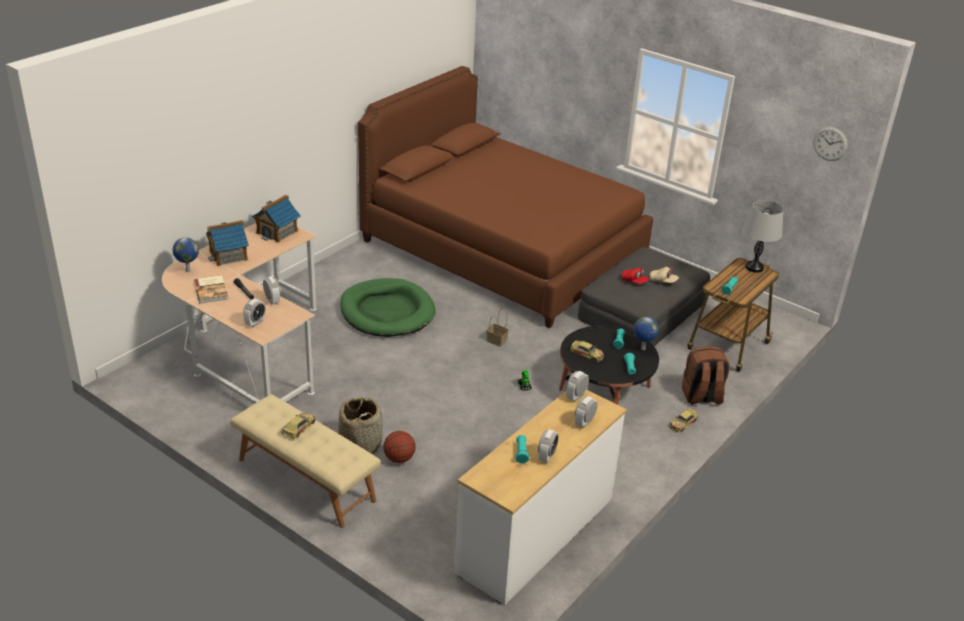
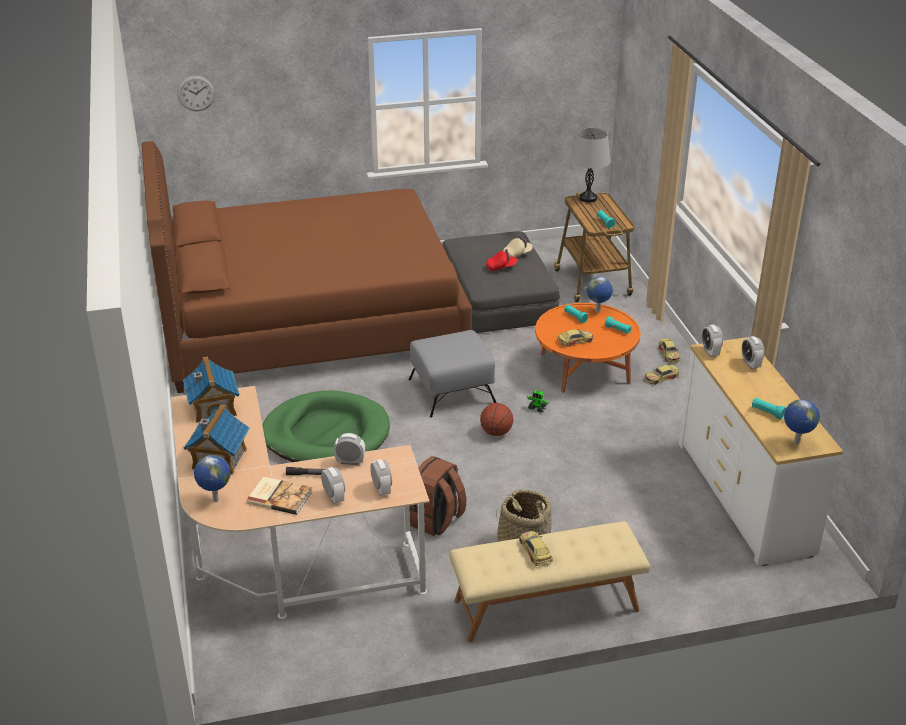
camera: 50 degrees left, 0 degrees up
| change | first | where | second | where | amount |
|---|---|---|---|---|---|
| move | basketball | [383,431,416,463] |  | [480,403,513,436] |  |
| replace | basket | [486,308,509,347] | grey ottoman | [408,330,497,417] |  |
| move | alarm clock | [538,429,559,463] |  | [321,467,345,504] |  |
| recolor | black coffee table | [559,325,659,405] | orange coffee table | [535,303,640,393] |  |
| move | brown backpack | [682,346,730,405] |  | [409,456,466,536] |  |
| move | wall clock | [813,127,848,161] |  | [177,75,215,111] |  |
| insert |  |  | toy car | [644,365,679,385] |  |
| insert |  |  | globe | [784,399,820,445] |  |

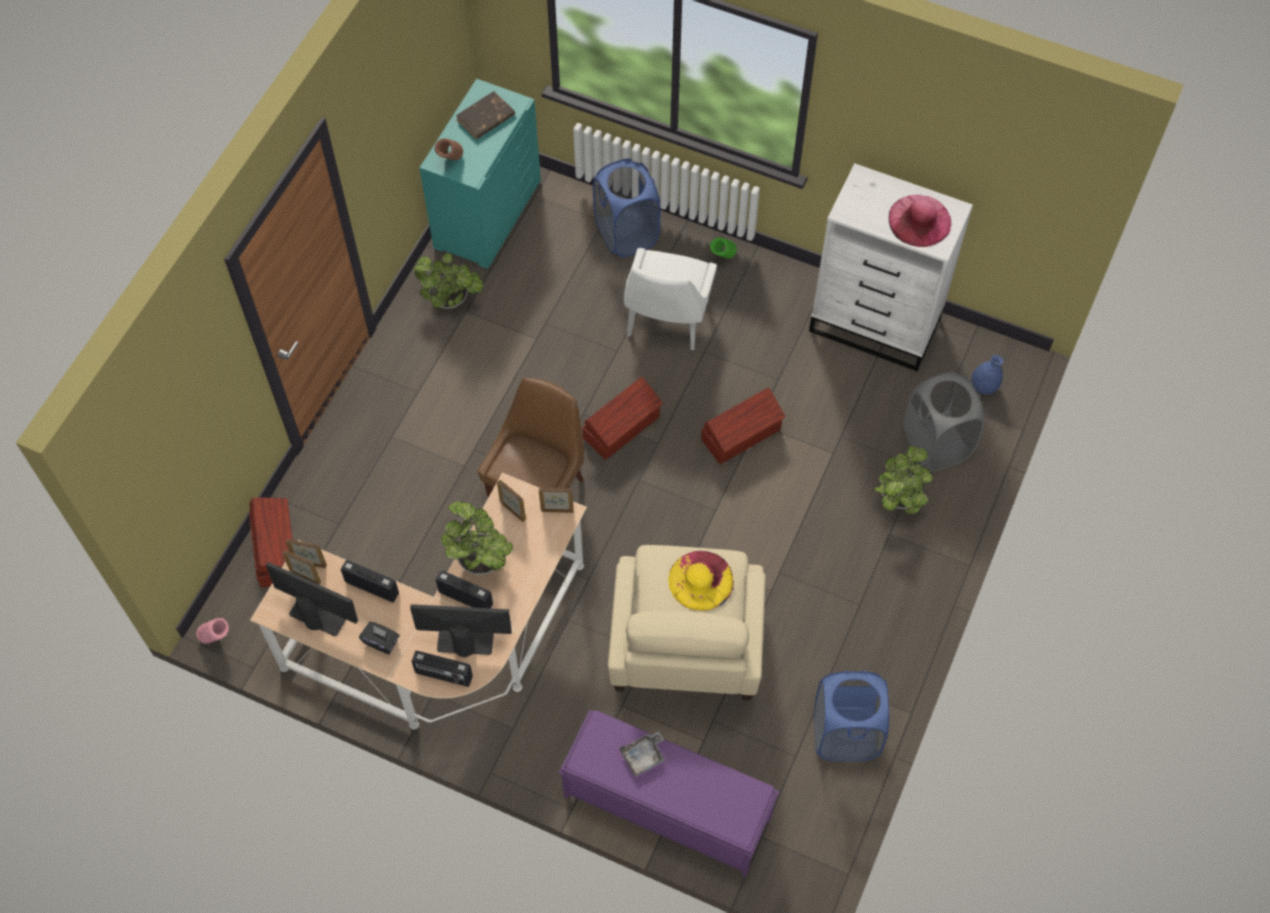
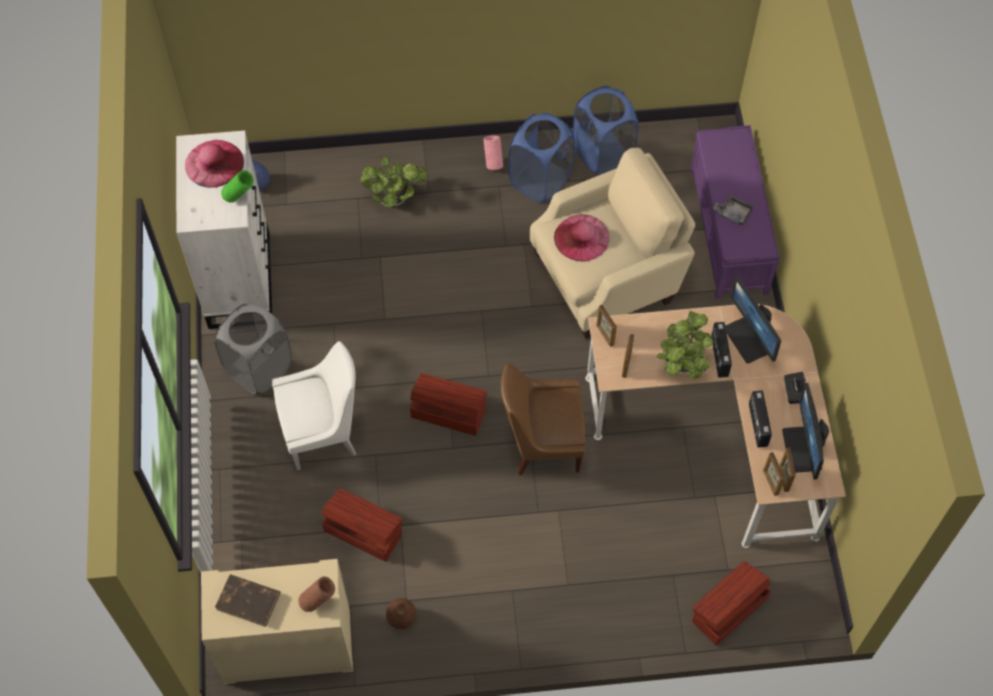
camera: 120 degrees left, 0 degrees up
| change | first | where | second | where | amount |
|---|---|---|---|---|---|
| move | pink vase | [196,618,229,644] |  | [483,135,503,170] |  |
| delete | radio | [412,651,473,687] |  |  |  |
| replace | potted plant | [413,253,483,309] | brown vase | [386,598,416,629] |  |
| recolor | turquoise dresser | [420,79,541,268] | beige dresser | [201,559,353,684] |  |
| move | blue laundry basket | [593,159,660,257] |  | [508,112,575,202] |  |
| recolor | yellow hat | [668,551,733,611] | pink hat | [554,214,610,262] |  |
| move | brown storage box | [701,387,786,464] |  | [322,488,403,562] |  |
| move | green vase | [710,237,737,259] |  | [221,170,254,203] |  |
| move | grey laundry basket | [904,372,985,471] |  | [215,303,292,394] |  |

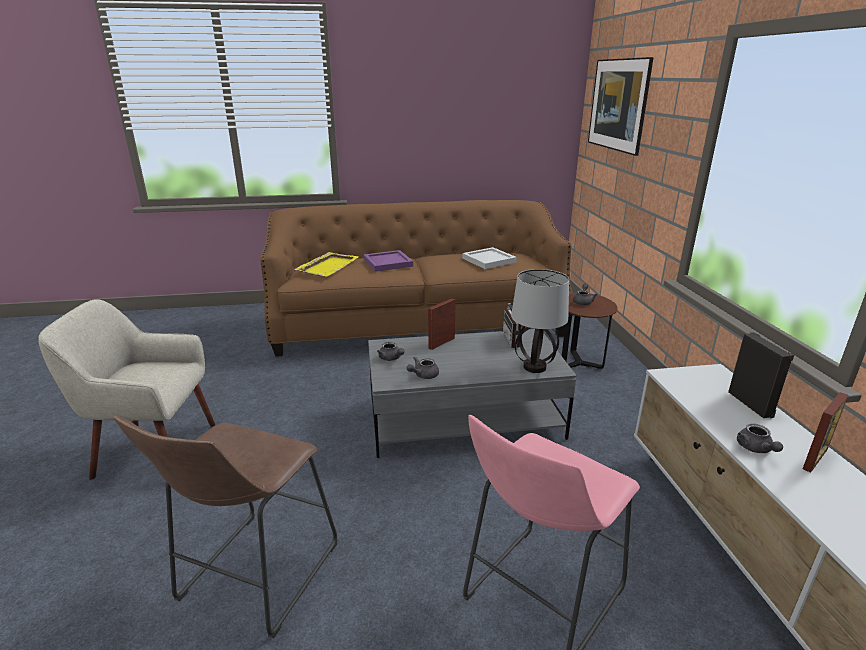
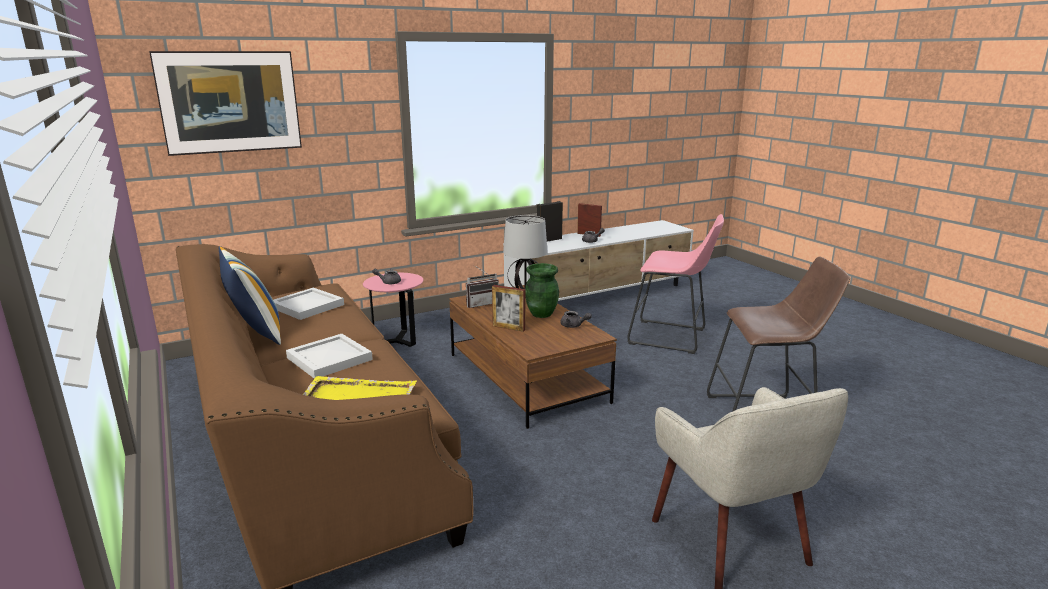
camera: 110 degrees left, 5 degrees down
| change | first | where | second | where | amount |
|---|---|---|---|---|---|
| recolor | purple tray | [364,250,413,272] | white tray | [286,334,373,379] |  |
| recolor | grey coffee table | [368,329,577,458] | brown coffee table | [449,285,617,429] |  |
| delete | grey teapot | [377,342,405,361] |  |  |  |
| recolor | brown side table | [562,293,617,369] | pink side table | [363,273,423,347] |  |
| insert |  |  | pillow | [219,246,281,345] |  |
| insert |  |  | green vase | [525,263,559,318] |  |

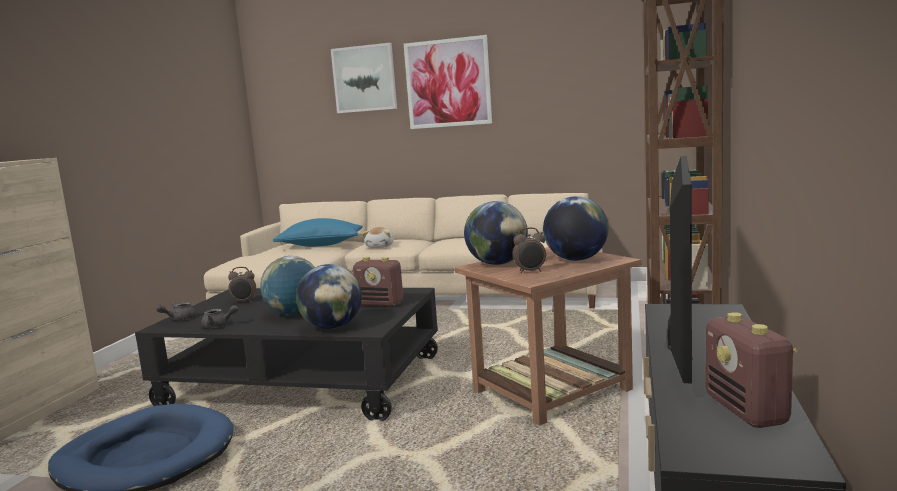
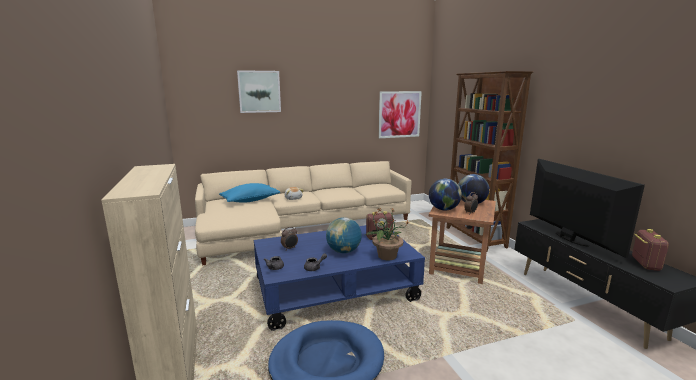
camera: 35 degrees left, 5 degrees up
| change | first | where | second | where | amount |
|---|---|---|---|---|---|
| recolor | black coffee table | [135,288,438,421] | blue coffee table | [254,225,425,331] |  |
| replace | globe | [296,264,362,329] | potted plant | [365,208,410,260] |  |
| move | picture | [404,35,492,129] |  | [379,91,422,138] |  |
| rotate | radio | [706,312,797,428] |  | [632,229,669,271] | 120 degrees counterclockwise |

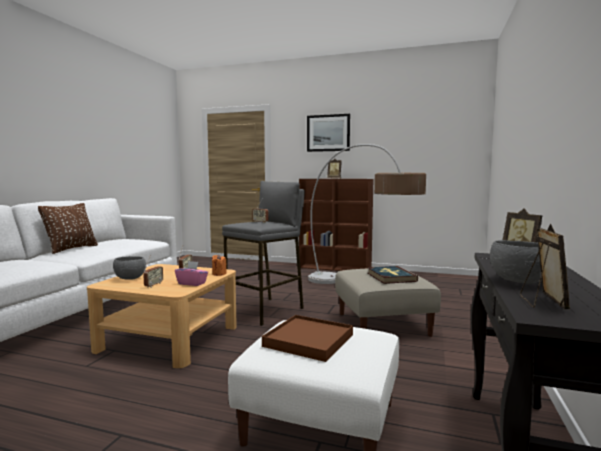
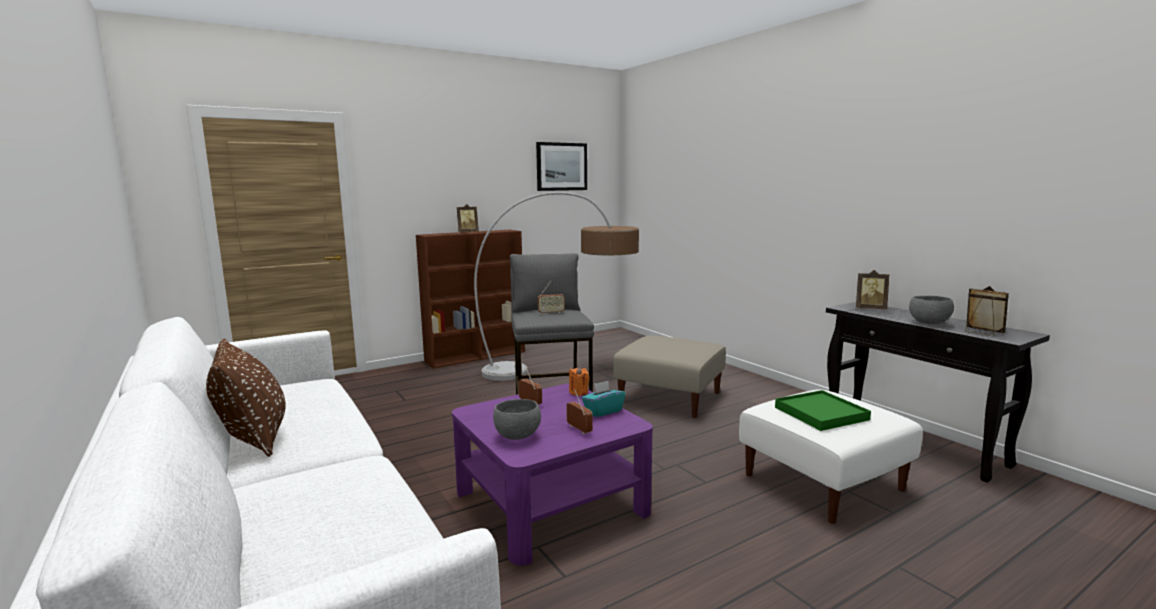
camera: 50 degrees left, 5 degrees up
| change | first | where | second | where | amount |
|---|---|---|---|---|---|
| recolor | beige coffee table | [87,264,237,368] | purple coffee table | [452,383,653,566] |  |
| recolor | pink tissue box | [175,261,208,286] | turquoise tissue box | [582,381,625,417] |  |
| recolor | brown tray | [262,315,353,362] | green tray | [775,390,871,431] |  |
| move | picture | [307,114,350,152] |  | [536,142,587,191] |  |
| delete | book | [367,266,418,284] |  |  |  |

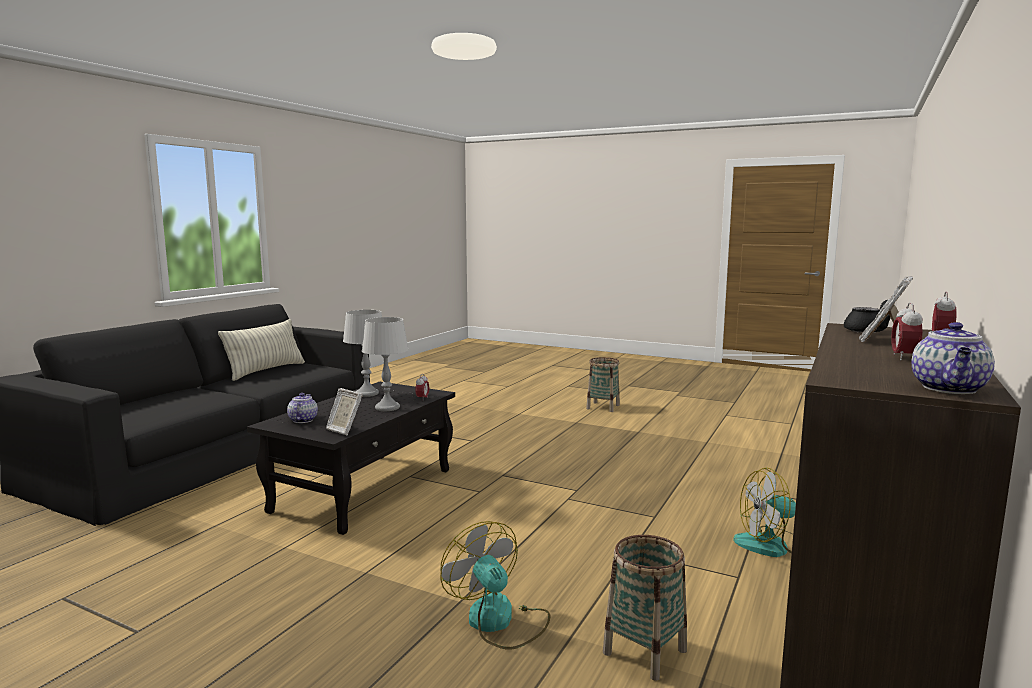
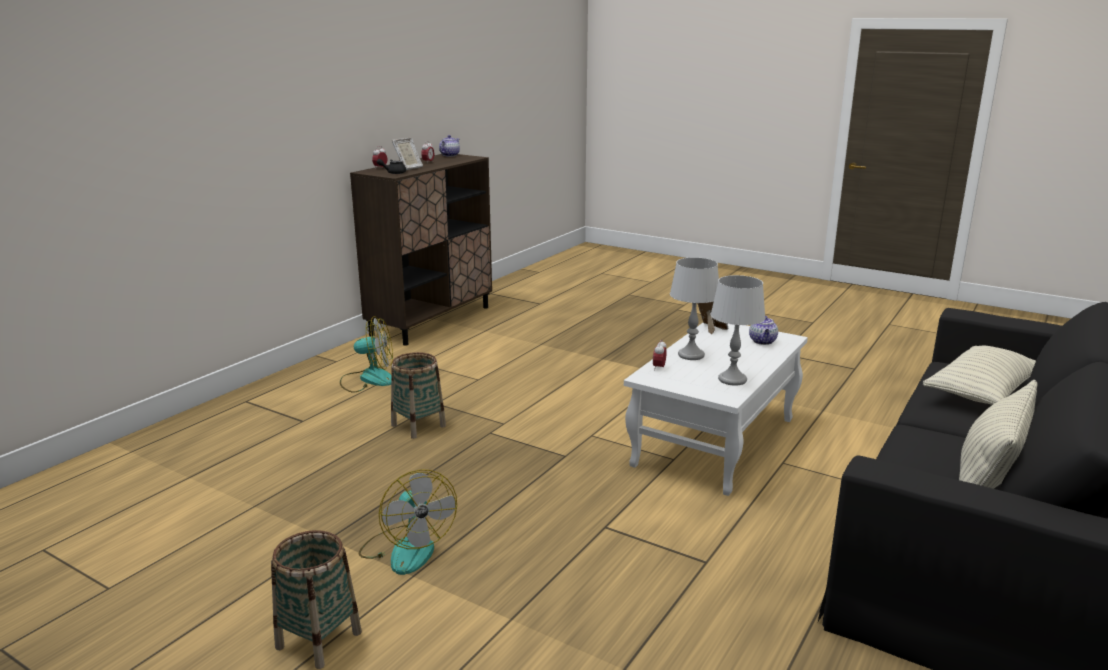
camera: 175 degrees left, 10 degrees up
| change | first | where | second | where | amount |
|---|---|---|---|---|---|
| recolor | black coffee table | [247,382,455,535] | white coffee table | [624,322,808,496] |  |
| move | fan | [440,521,550,650] |  | [359,469,457,575] |  |
| move | basket | [603,535,687,681] |  | [391,352,446,439] |  |
| insert |  |  | pillow | [923,345,1036,405] |  |

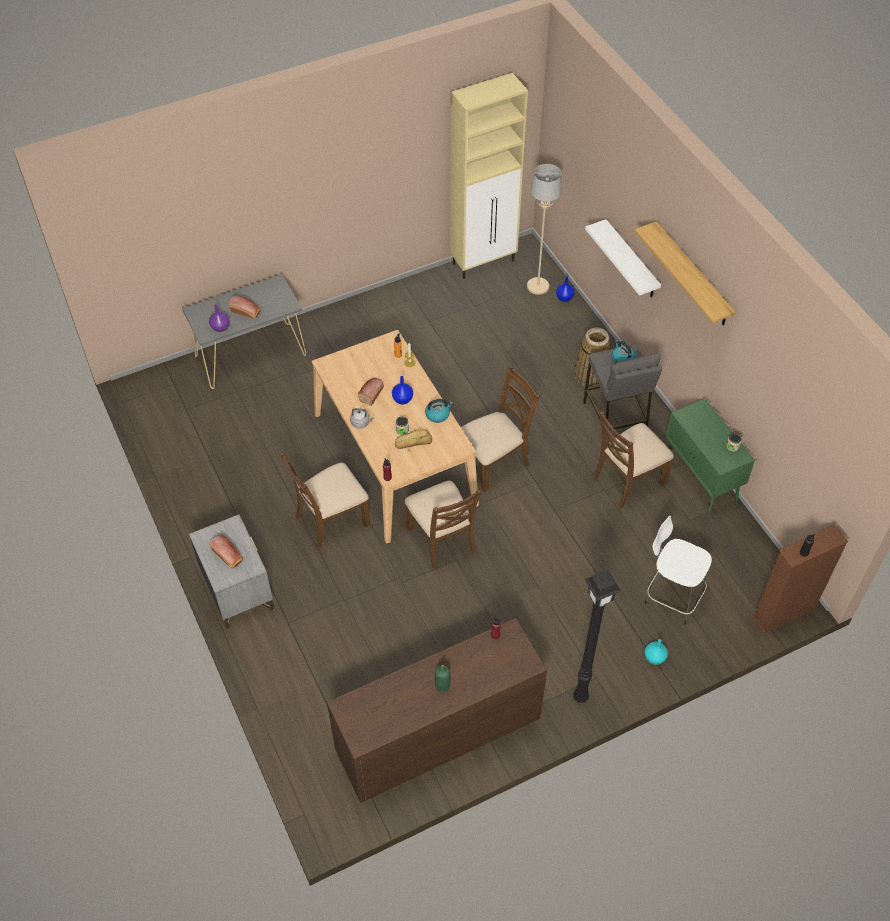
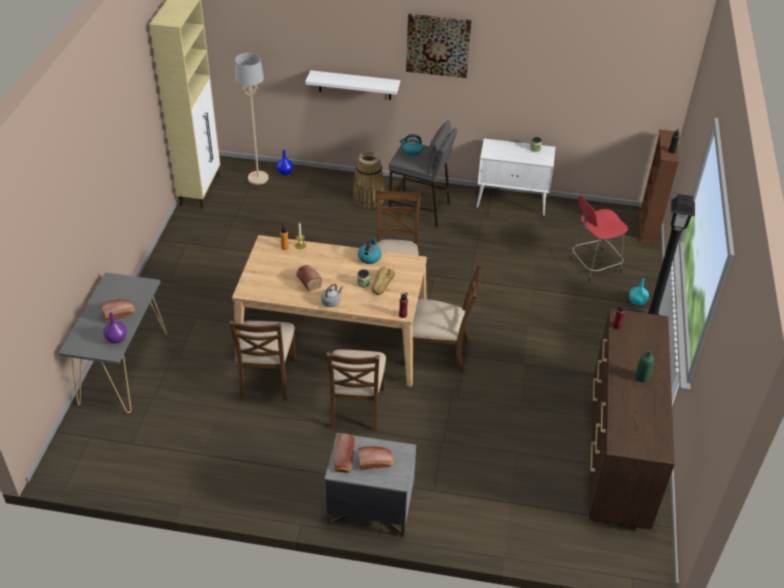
camera: 55 degrees left, 10 degrees down
| change | first | where | second | where | amount |
|---|---|---|---|---|---|
| delete | blue vase | [392,376,413,405] |  |  |  |
| move | brown chair | [593,411,674,508] |  | [229,321,296,400] |  |
| replace | shelf | [635,221,736,325] | picture | [406,14,472,78] |  |
| recolor | white stool | [644,515,712,624] | red stool | [570,195,628,282] |  |
| recolor | green cabinet | [666,399,755,517] | white cabinet | [477,139,555,216] |  |
| insert |  |  | bread | [334,433,355,473] |  |

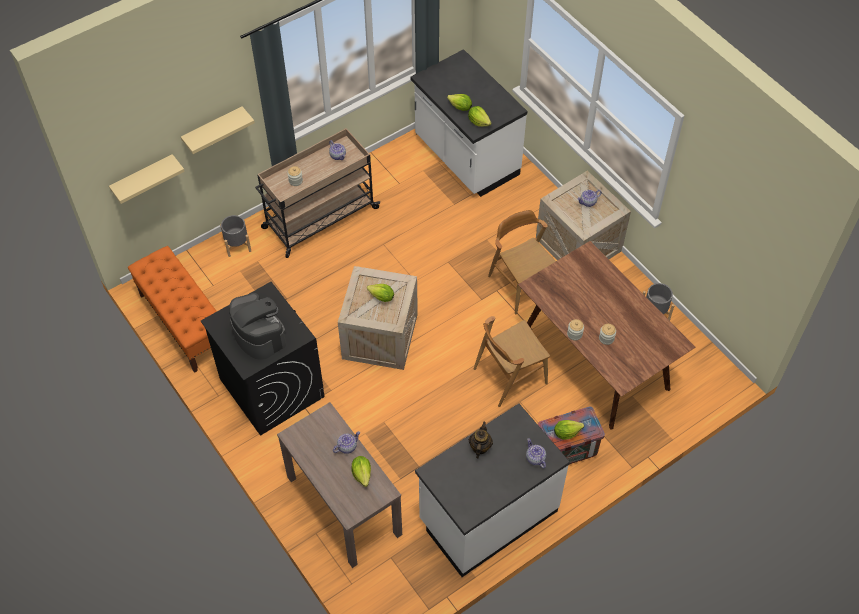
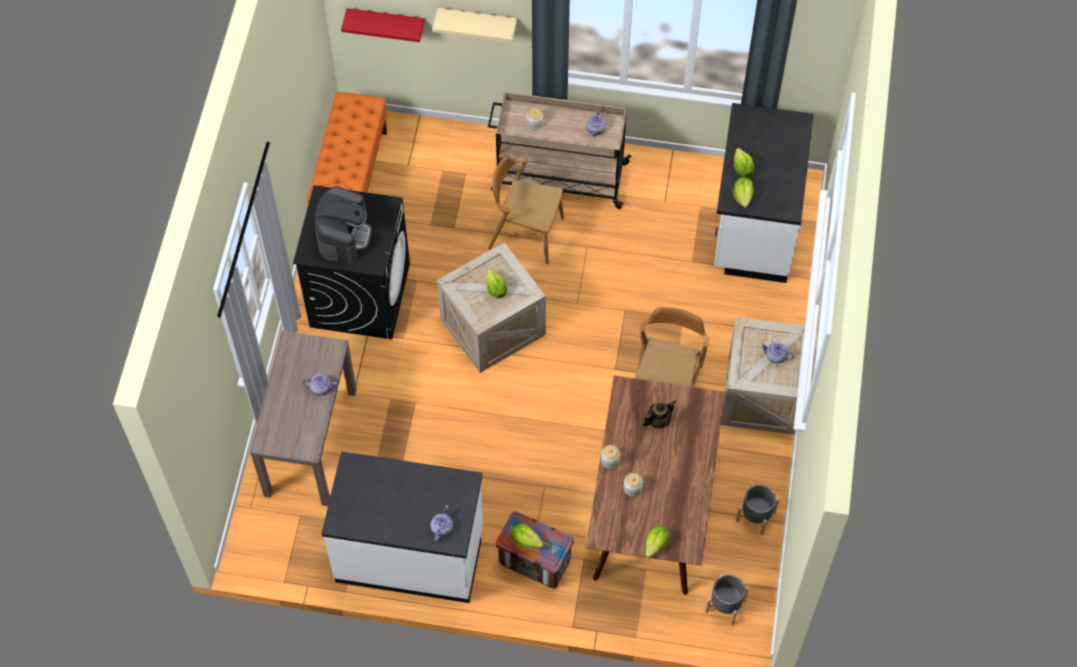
camera: 45 degrees right, 5 degrees up
| change | first | where | second | where | amount |
|---|---|---|---|---|---|
| recolor | beige shelf | [109,154,185,204] | red shelf | [341,8,425,42] |  |
| move | grey planter | [220,215,251,257] |  | [705,574,749,625] |  |
| move | lettuce | [351,456,371,487] |  | [645,526,670,558] |  |
| move | teapot | [469,422,493,458] |  | [643,400,676,428] |  |
| move | brown chair | [474,316,550,407] |  | [488,155,564,265] |  |

